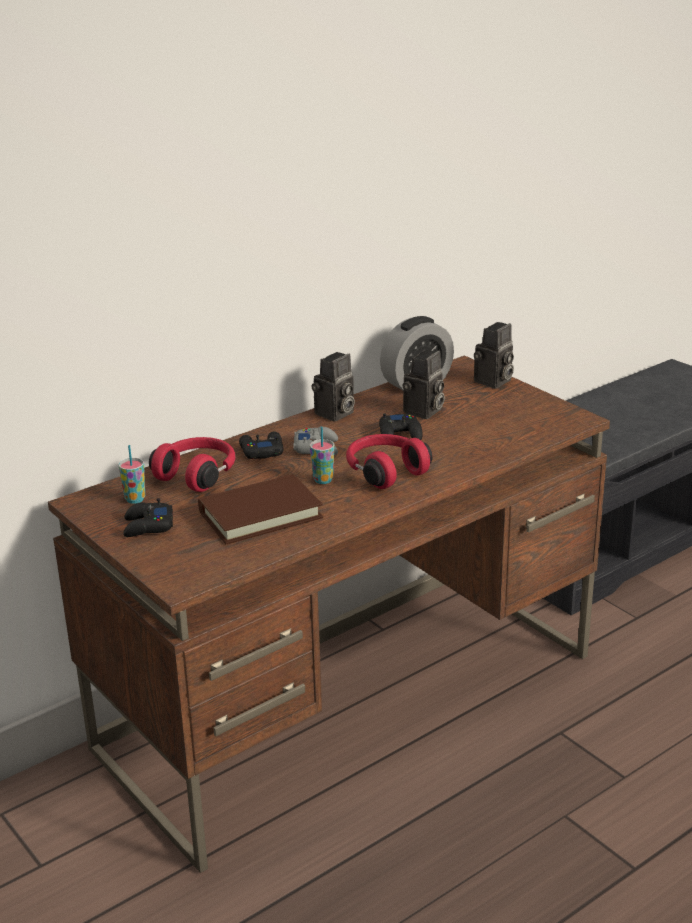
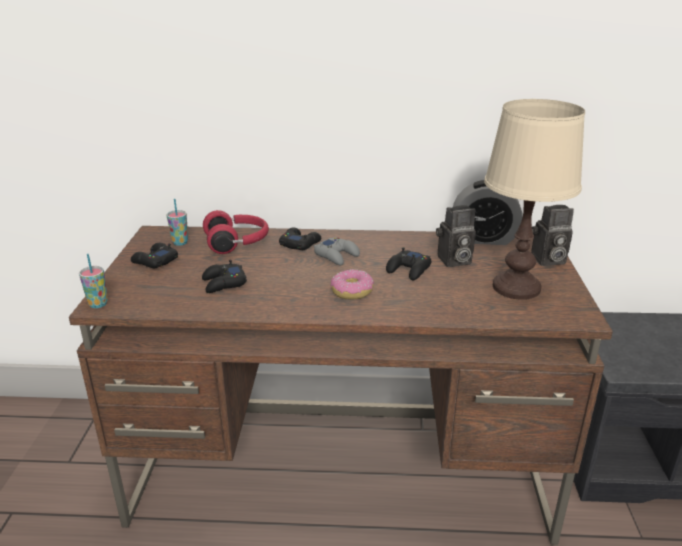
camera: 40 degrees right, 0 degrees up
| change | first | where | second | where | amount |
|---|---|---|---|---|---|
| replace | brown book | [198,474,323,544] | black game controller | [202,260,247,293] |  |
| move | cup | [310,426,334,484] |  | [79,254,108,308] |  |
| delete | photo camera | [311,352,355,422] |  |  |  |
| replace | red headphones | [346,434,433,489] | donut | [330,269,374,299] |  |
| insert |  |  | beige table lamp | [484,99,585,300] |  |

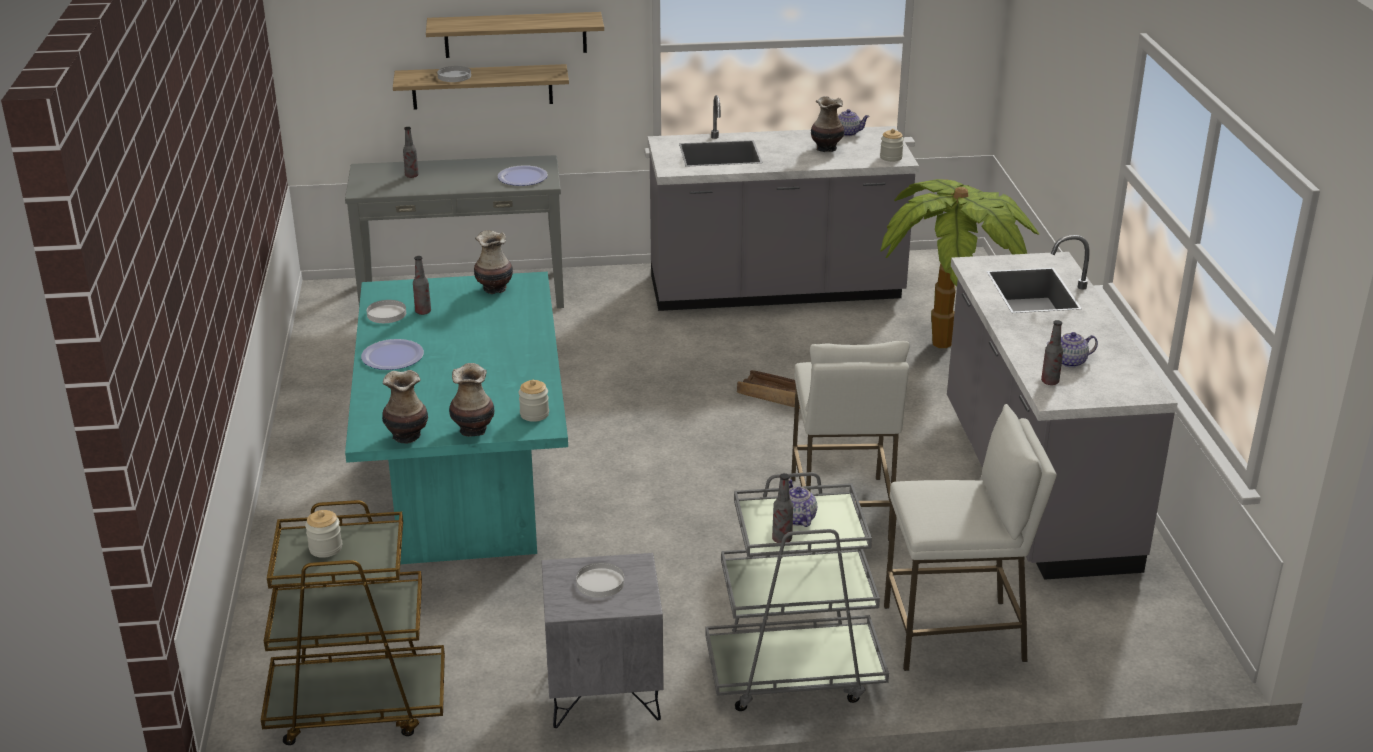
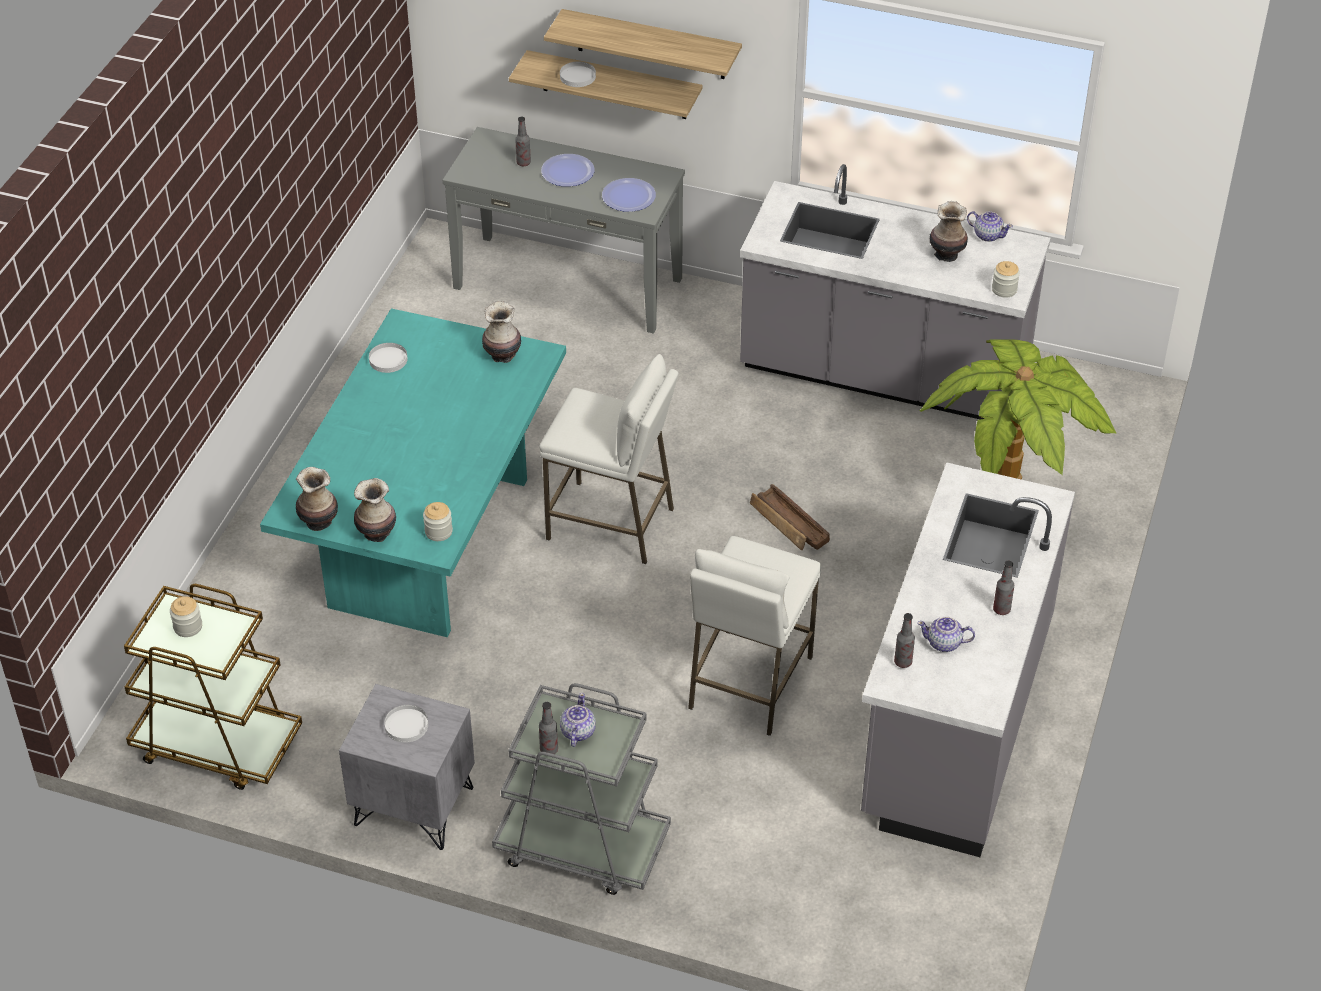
camera: 25 degrees right, 15 degrees up
| change | first | where | second | where | amount |
|---|---|---|---|---|---|
| move | plate | [361,339,424,370] |  | [541,154,594,187] |  |
| move | bottle | [413,256,431,315] |  | [993,561,1014,615] |  |
| move | white stool | [884,404,1057,671] |  | [539,354,679,564] |  |

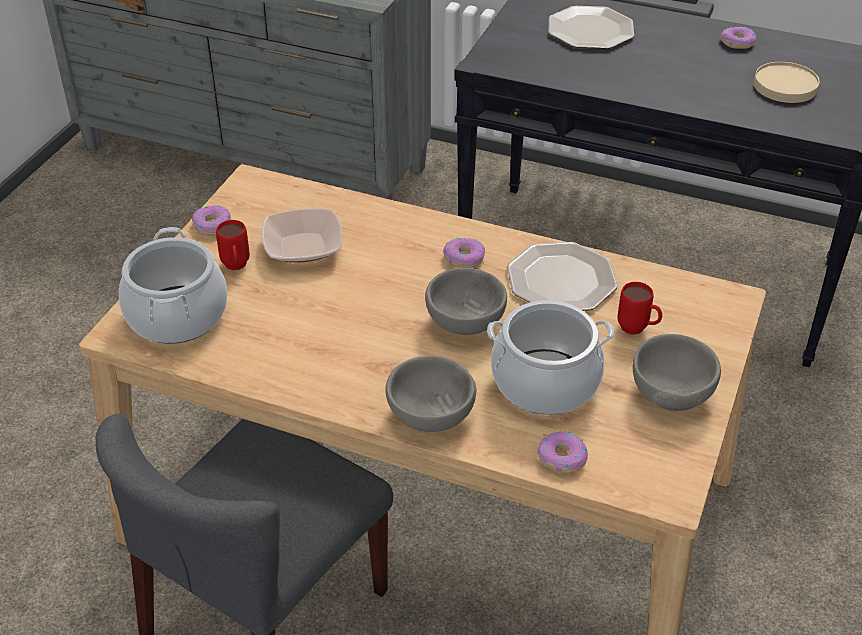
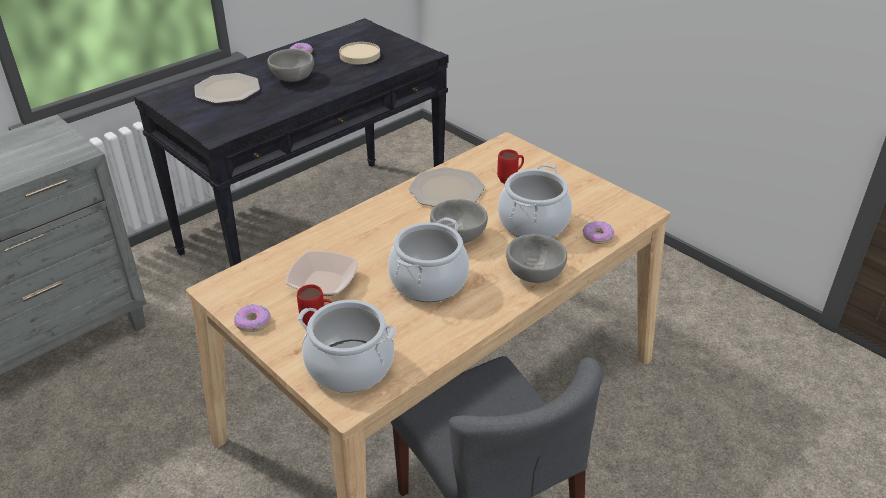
camera: 65 degrees left, 5 degrees down
| change | first | where | second | where | amount |
|---|---|---|---|---|---|
| delete | donut | [443,238,485,268] |  |  |  |
| move | grey bowl | [633,334,721,411] |  | [267,49,314,82] |  |
| insert |  |  | cooking pot | [388,217,469,302] |  |

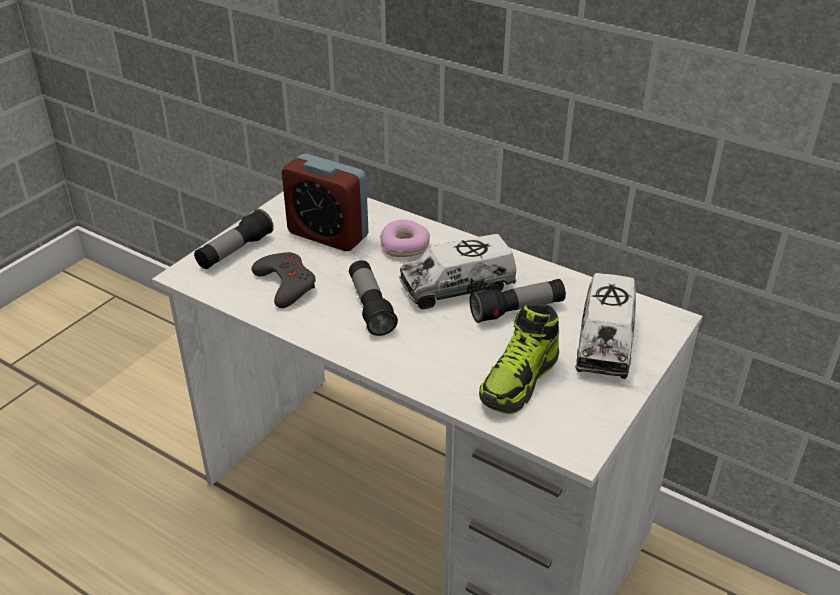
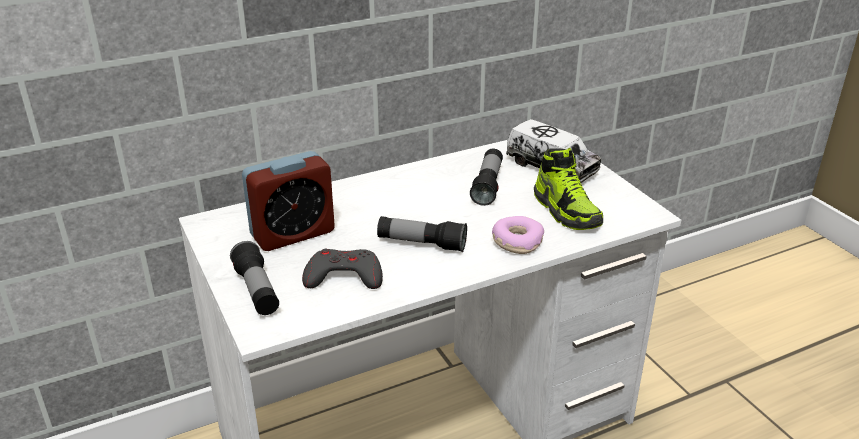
camera: 60 degrees left, 5 degrees down
| change | first | where | second | where | amount |
|---|---|---|---|---|---|
| move | donut | [380,220,430,257] |  | [492,216,544,254] |  |
| delete | toy truck | [399,234,517,309] |  |  |  |

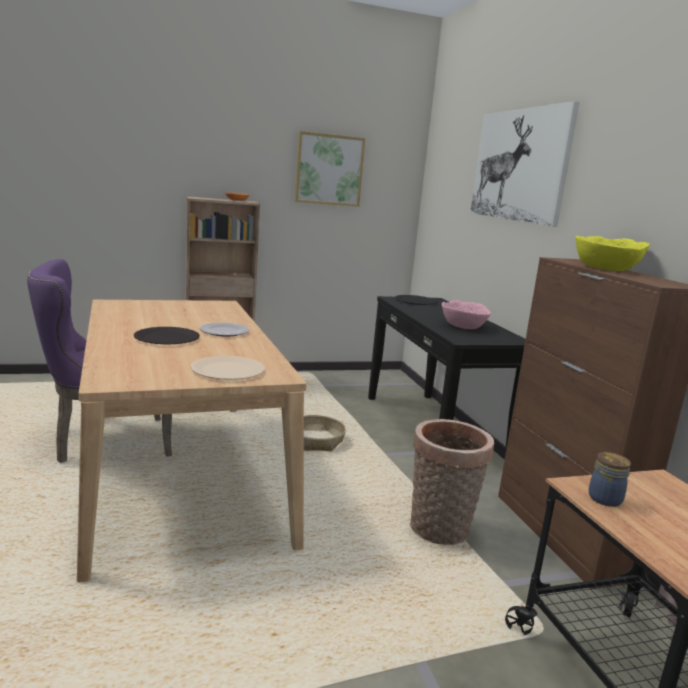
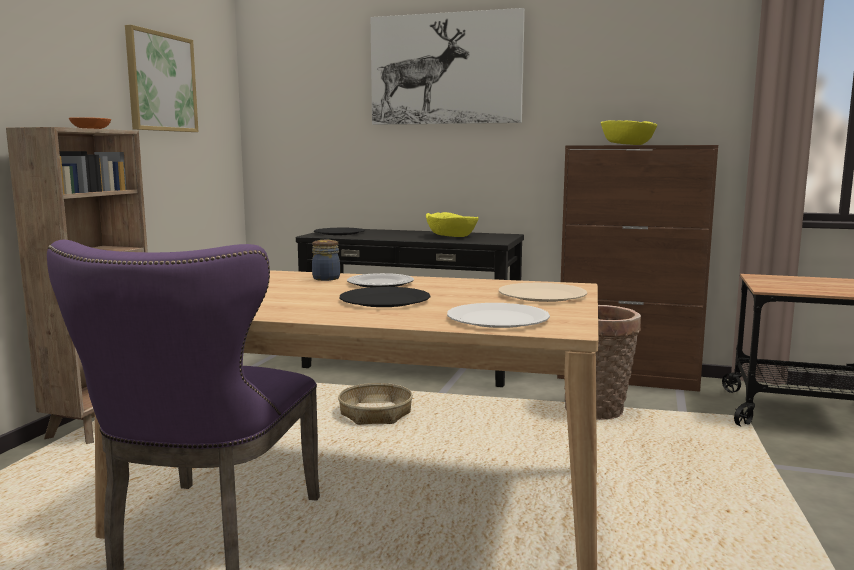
camera: 55 degrees left, 5 degrees down
| change | first | where | second | where | amount |
|---|---|---|---|---|---|
| recolor | pink bowl | [442,300,491,329] | yellow bowl | [426,212,479,237] |  |
| move | jar | [588,452,631,507] |  | [312,240,340,281] |  |
| insert |  |  | white plate | [447,303,550,328] |  |

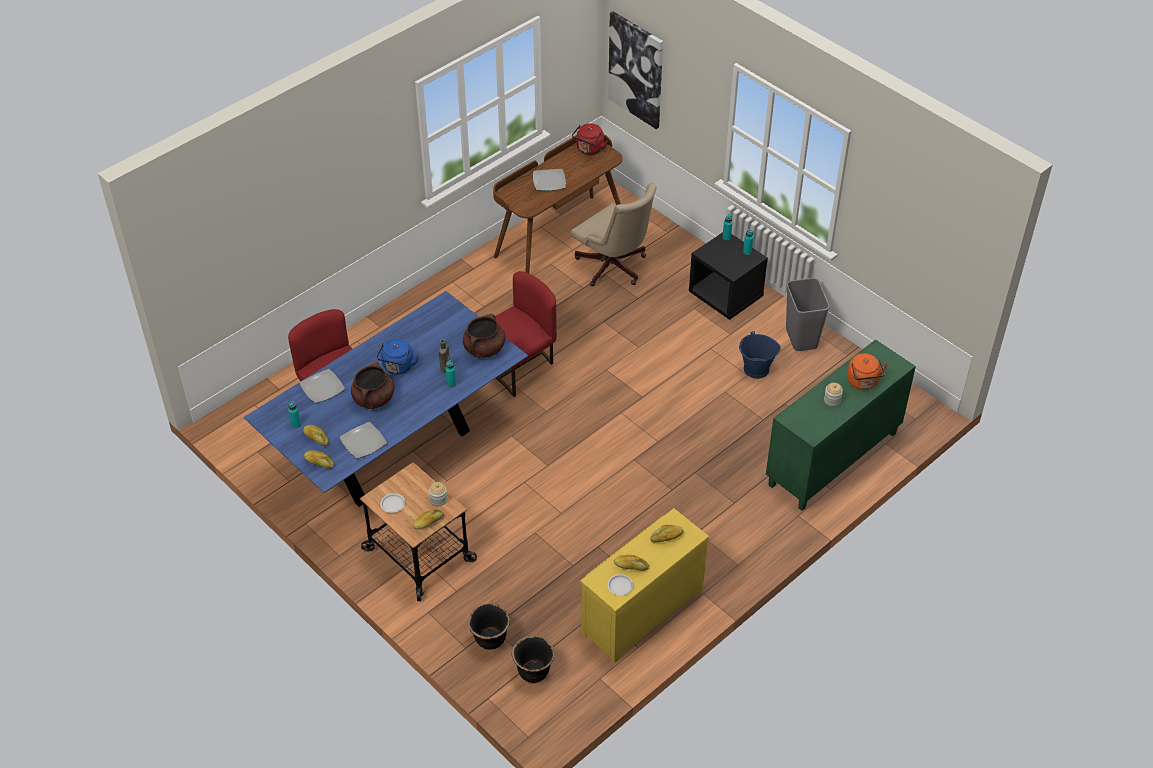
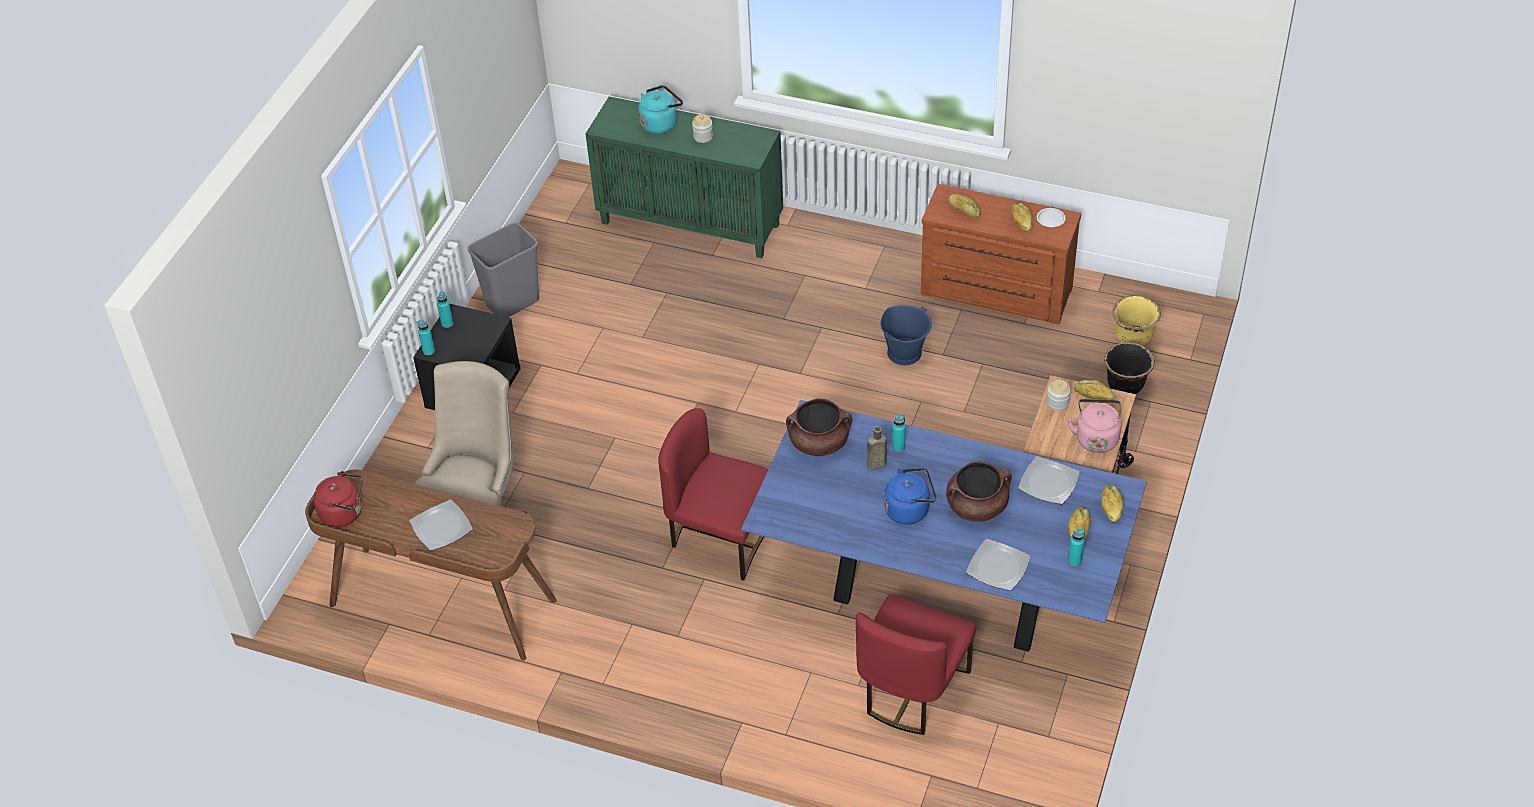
camera: 115 degrees left, 0 degrees up
| change | first | where | second | where | amount |
|---|---|---|---|---|---|
| replace | white plate | [380,493,405,513] | pink kettle | [1068,399,1122,453] |  |
| recolor | black planter | [512,635,554,683] | yellow planter | [1112,295,1161,346] |  |
| recolor | yellow dresser | [581,508,709,663] | brown dresser | [921,184,1081,325] |  |
| delete | picture | [608,11,663,129] |  |  |  |
| move | blue bucket | [739,331,781,379] |  | [881,305,932,365] |  |
| recolor | orange kettle | [847,353,887,390] | turquoise kettle | [638,85,683,134] |  |

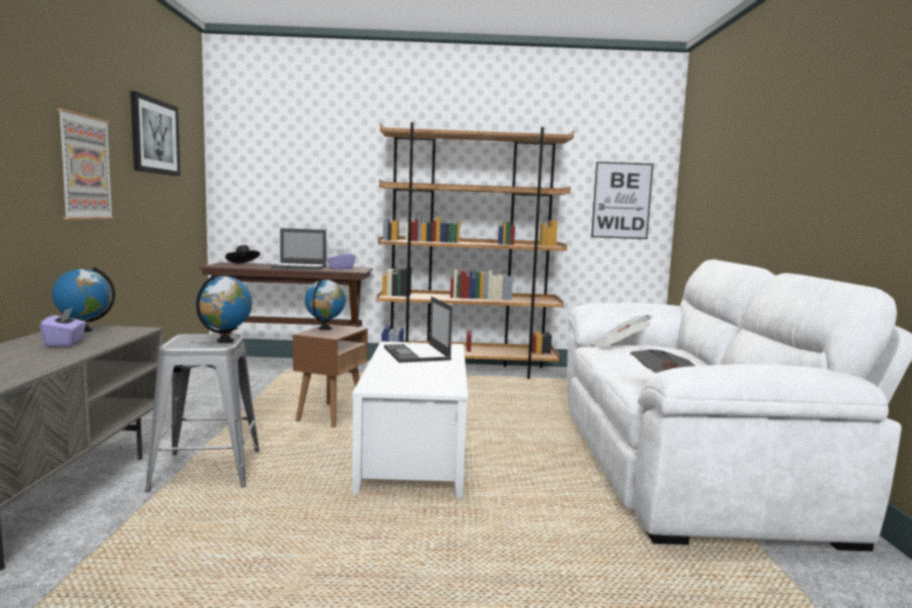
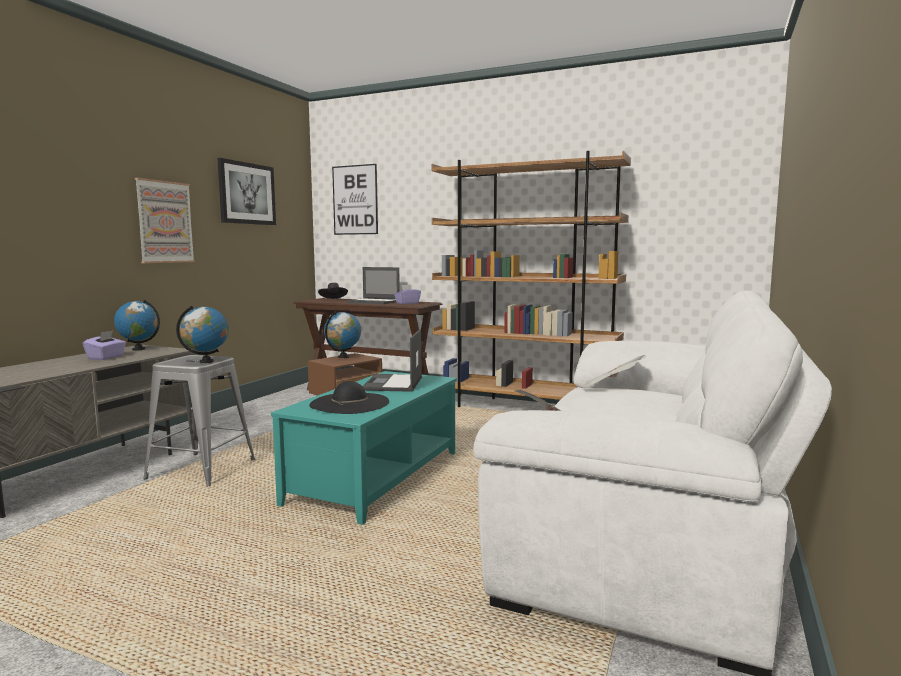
camera: 25 degrees right, 0 degrees up
| change | first | where | second | where | amount |
|---|---|---|---|---|---|
| recolor | white coffee table | [352,341,468,498] | turquoise coffee table | [271,371,457,525] |  |
| move | picture | [591,162,653,239] |  | [332,164,378,235] |  |
| insert |  |  | black hat | [309,381,389,414] |  |

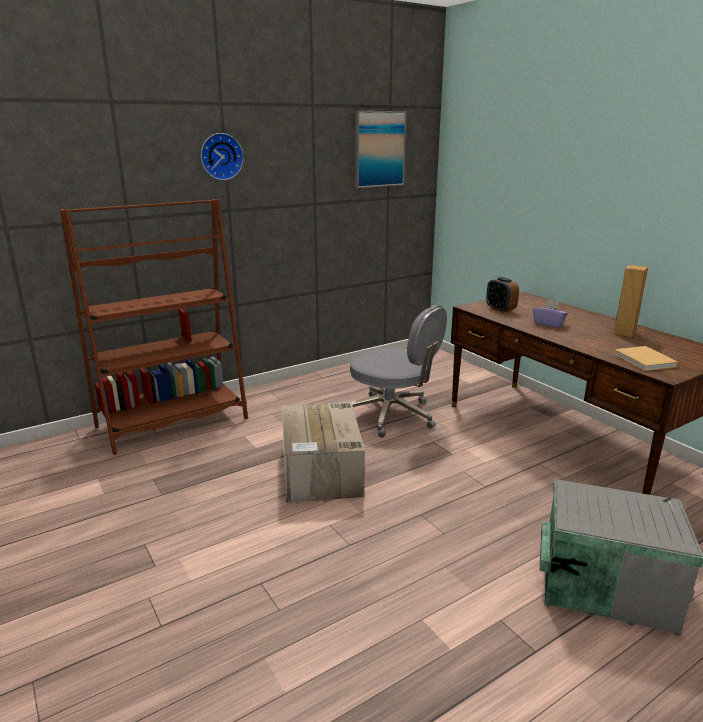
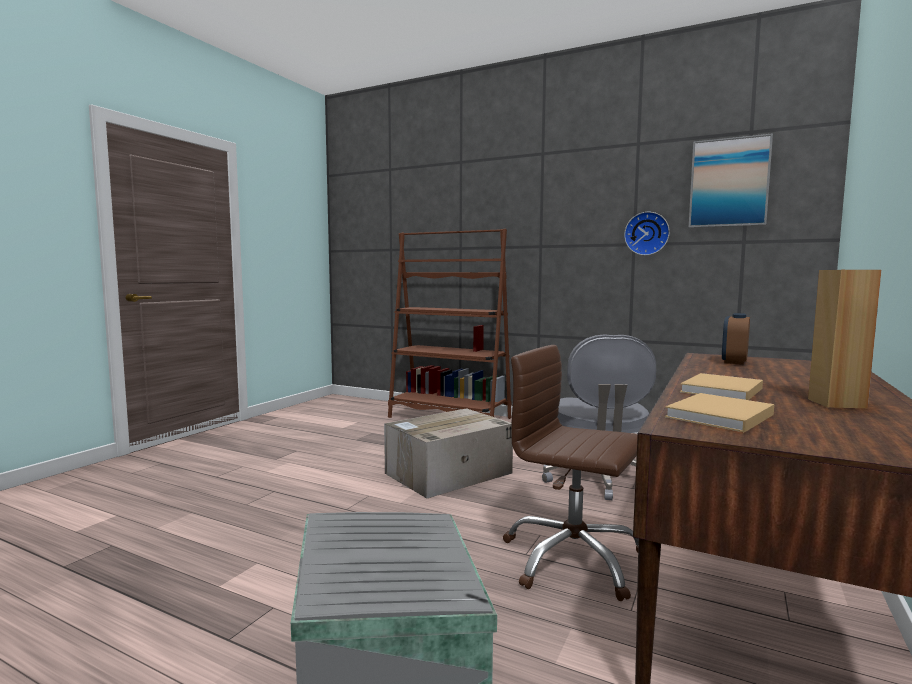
camera: 60 degrees right, 15 degrees down
| change | first | where | second | where | amount |
|---|---|---|---|---|---|
| move | wall clock | [201,133,244,180] |  | [624,212,670,255] |  |
| delete | purple tissue box | [533,300,568,328] |  |  |  |
| insert |  |  | brown office chair | [503,345,638,601] |  |
| insert |  |  | beige book | [680,373,763,400] |  |

